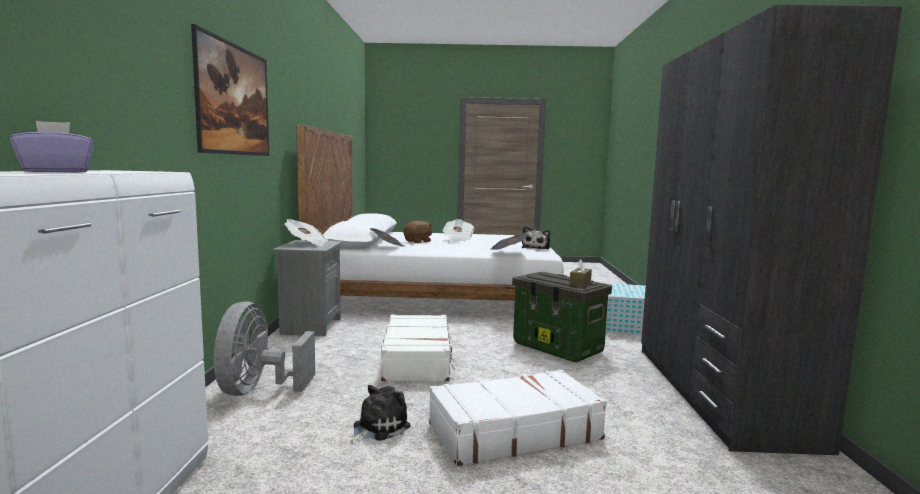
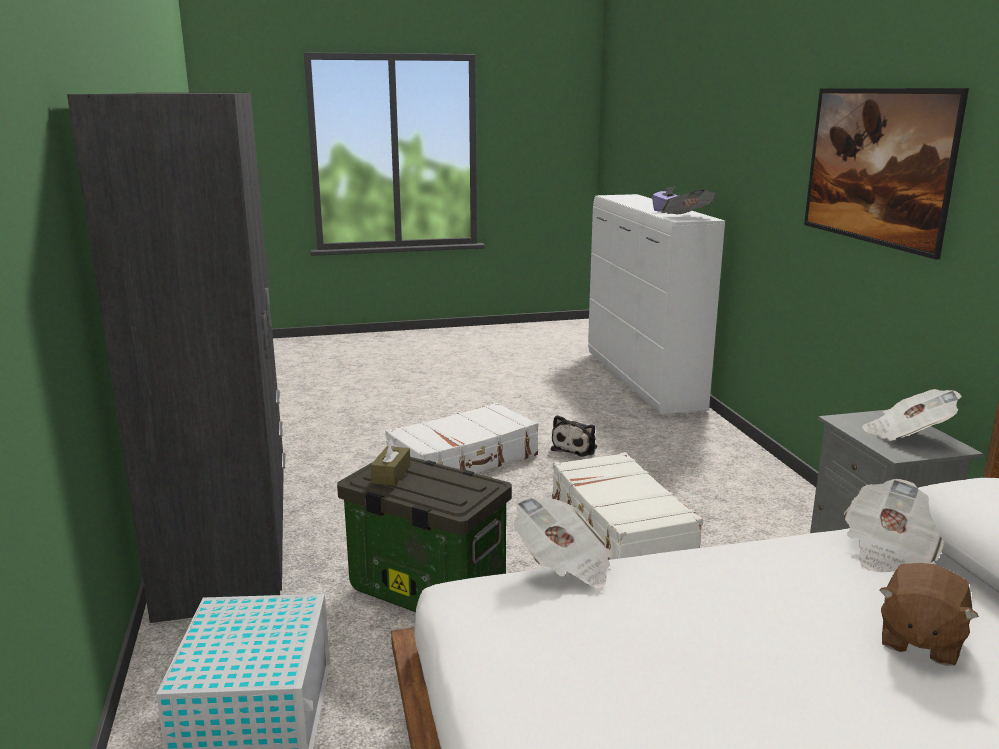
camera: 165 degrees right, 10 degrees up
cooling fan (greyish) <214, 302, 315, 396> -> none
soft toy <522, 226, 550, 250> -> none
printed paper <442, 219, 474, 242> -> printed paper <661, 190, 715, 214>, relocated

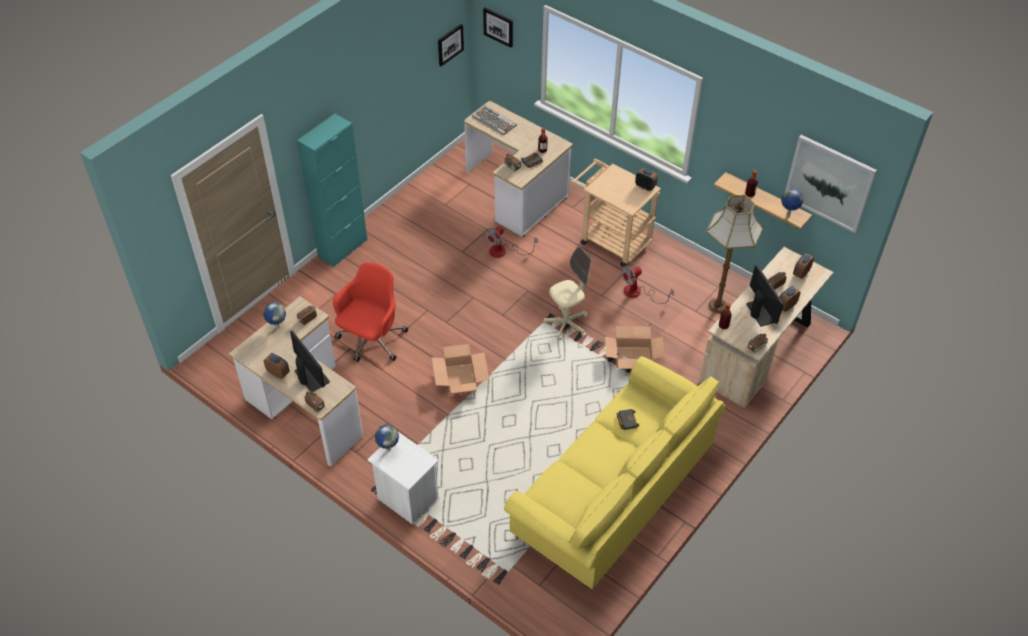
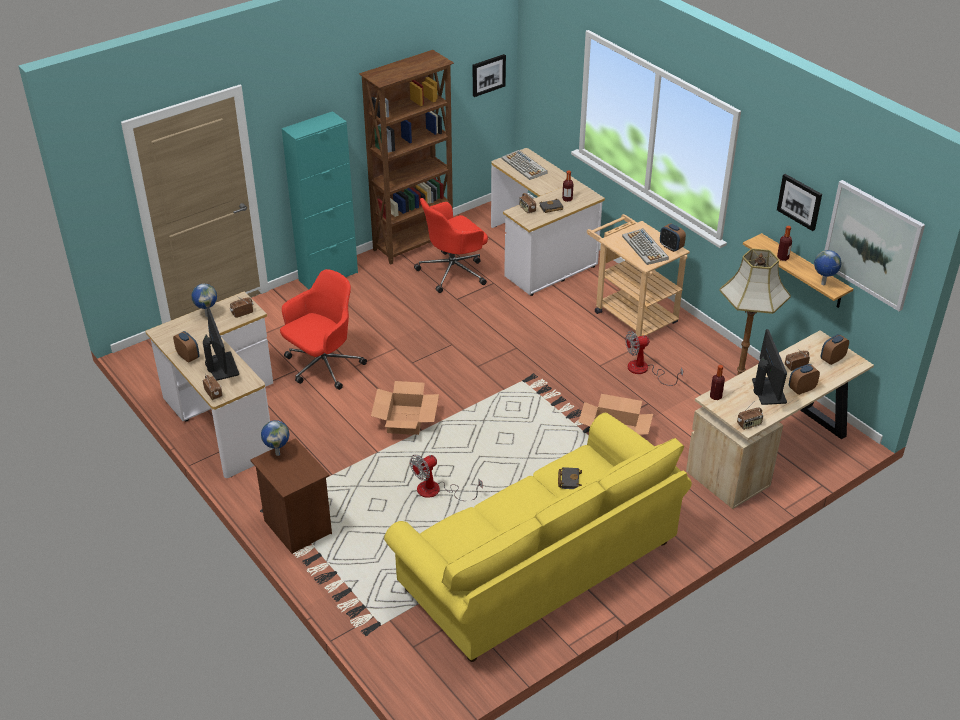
camera: 15 degrees right, 10 degrees down
desk chair (sand-coloured) <543, 246, 592, 341> -> none
none -> bookshelf (brownish) <359, 50, 454, 265>
none -> desk chair (red) <414, 198, 488, 293>
none -> keyboard <622, 228, 669, 265>
wall picture <483, 8, 513, 48> -> wall picture <777, 174, 822, 231>, relocated
cooling fan <485, 226, 538, 258> -> cooling fan <410, 455, 483, 501>, relocated
bedside table (whitish) <367, 432, 439, 525> -> bedside table (brownish) <250, 438, 332, 554>

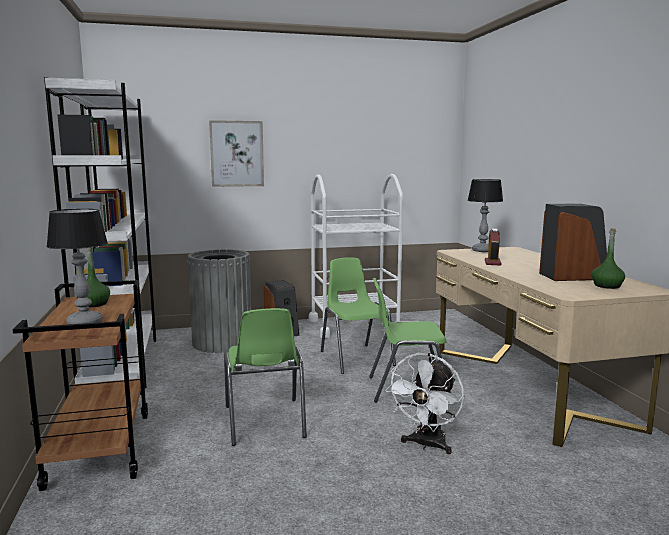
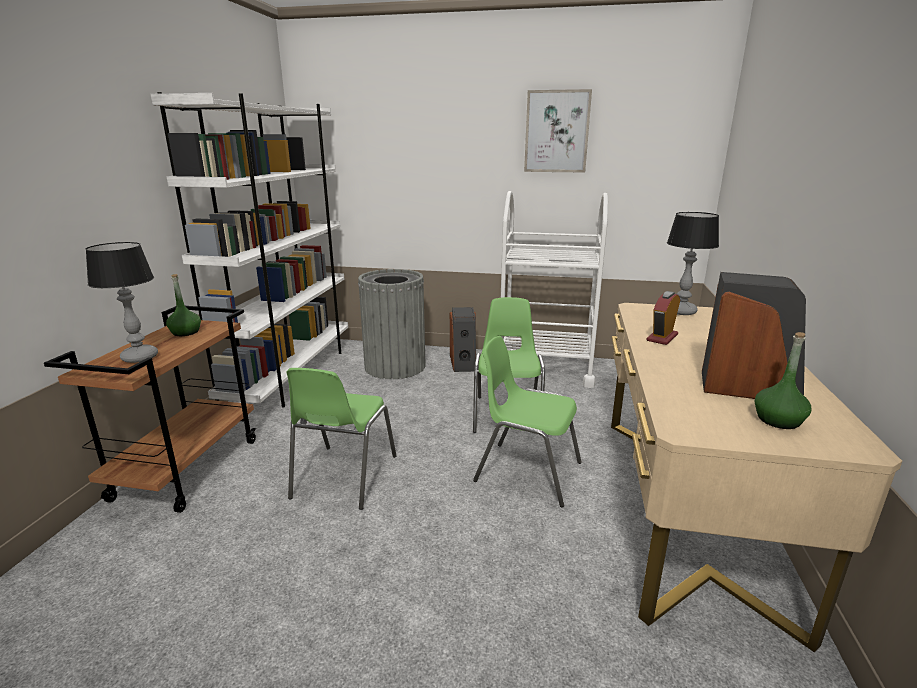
camera: 25 degrees right, 10 degrees up
cooling fan (whitish) <385, 353, 464, 454> -> none
wall picture <209, 120, 264, 187> -> wall picture <524, 89, 592, 173>, relocated

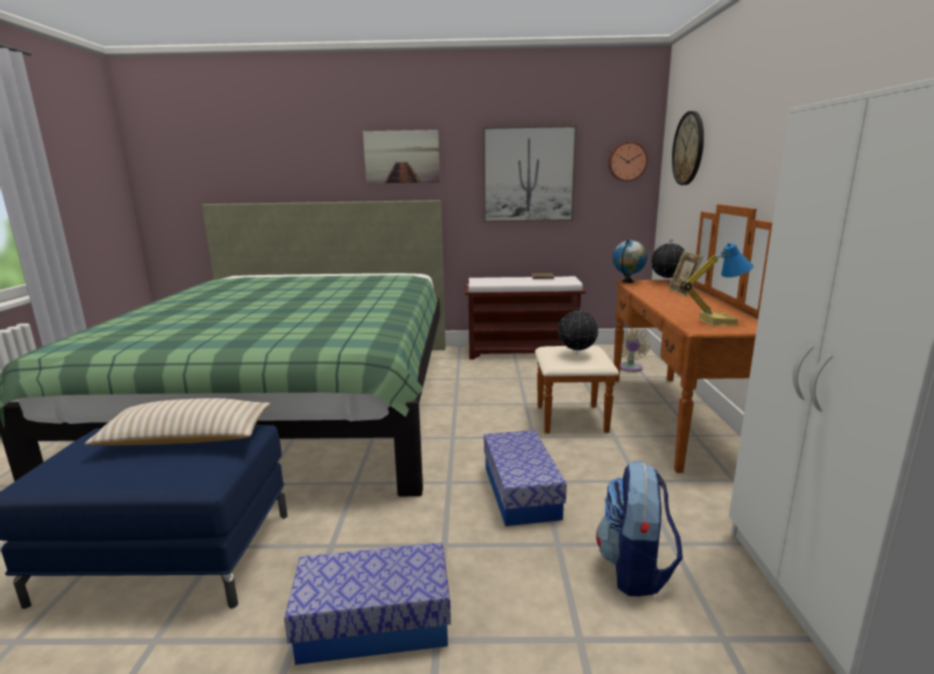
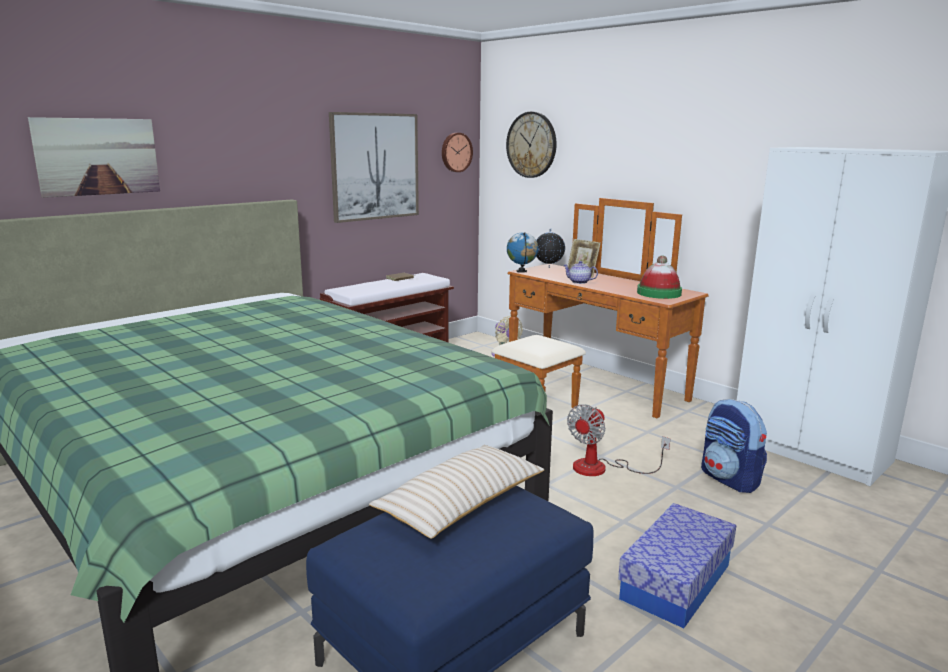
camera: 45 degrees left, 0 degrees up
world globe <558, 307, 598, 355> -> none
none -> teapot <563, 261, 598, 284>
wall picture <363, 130, 440, 184> -> wall picture <28, 117, 160, 198>, relocated
storage bin <484, 430, 567, 526> -> cooling fan <567, 404, 670, 476>
lamp for a table <680, 243, 753, 326> -> wearable hat <637, 255, 682, 299>

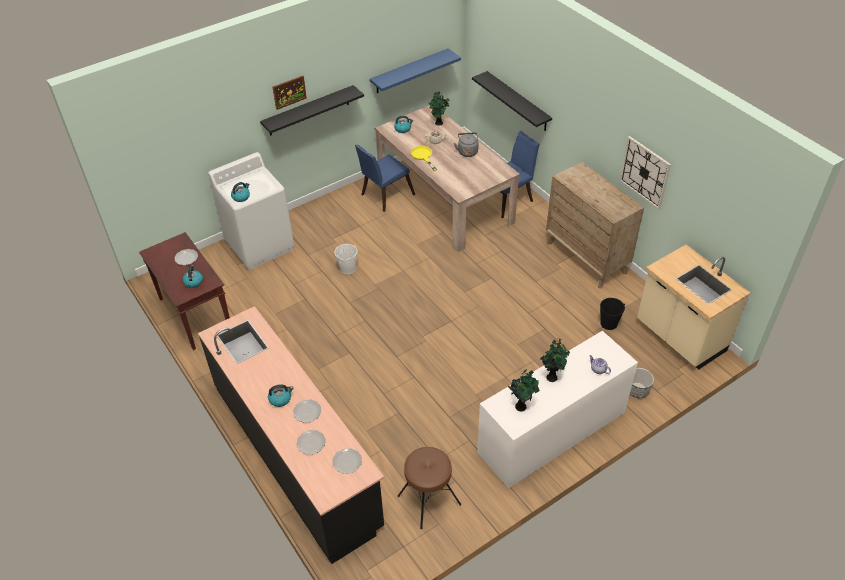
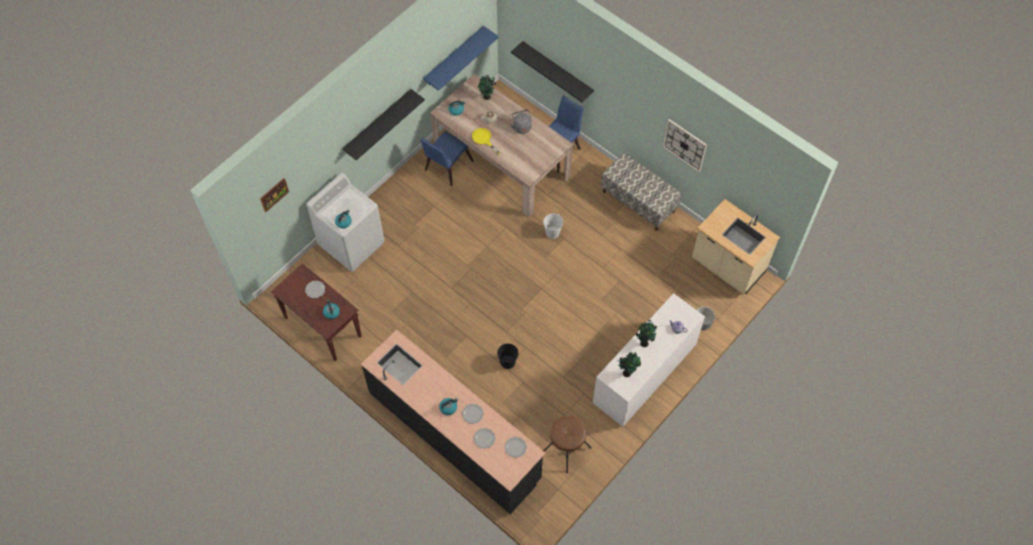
camera: 15 degrees left, 15 degrees up
wall picture <272, 76, 307, 110> -> wall picture <260, 178, 289, 212>, relocated
bucket (whitish) <335, 244, 358, 274> -> bucket (whitish) <543, 214, 563, 239>, relocated
bucket (black) <600, 298, 625, 330> -> bucket (black) <497, 343, 518, 369>, relocated
drawer chest (brownish) <546, 162, 644, 289> -> bench <601, 153, 681, 231>

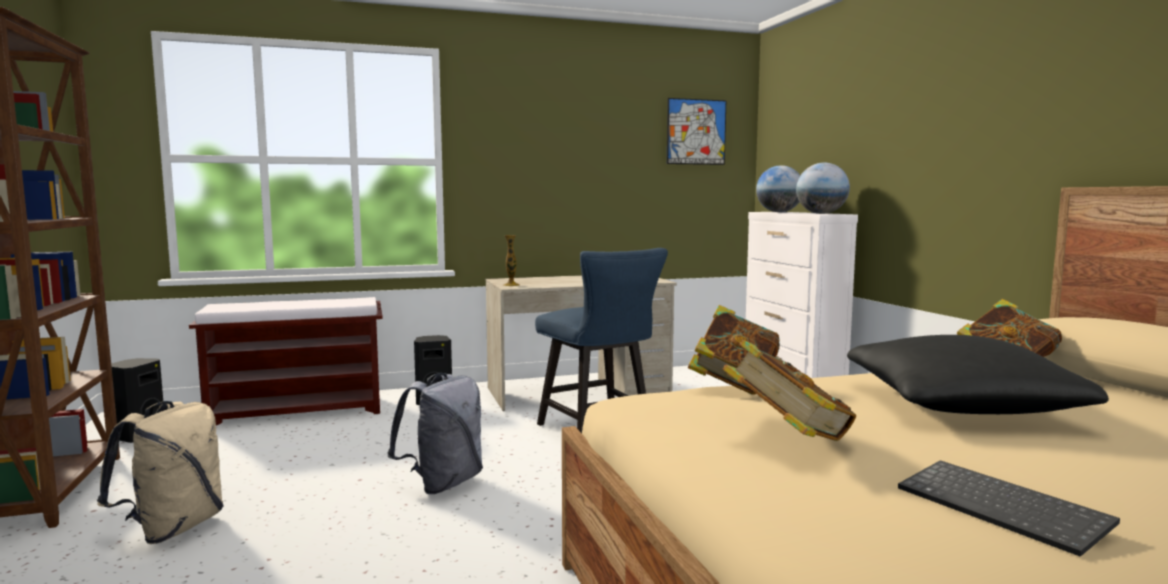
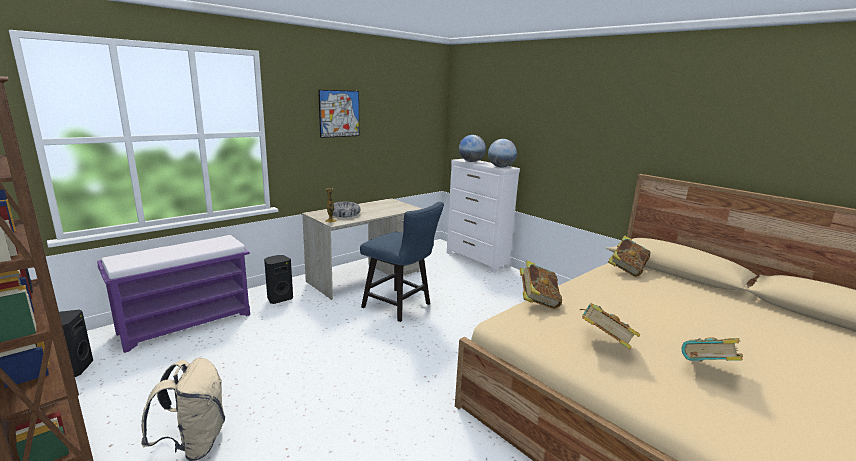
camera: 25 degrees left, 10 degrees up
backpack (greyish) <387, 373, 483, 494> -> none
cushion (black) <847, 335, 1109, 414> -> none
none -> bowl <333, 202, 360, 217>
wall picture <667, 98, 726, 165> -> wall picture <318, 90, 359, 138>, relocated
keyboard <898, 460, 1120, 557> -> bound book <681, 337, 743, 362>
bench (brownish) <189, 297, 383, 426> -> bench (purple-coloured) <97, 235, 250, 353>

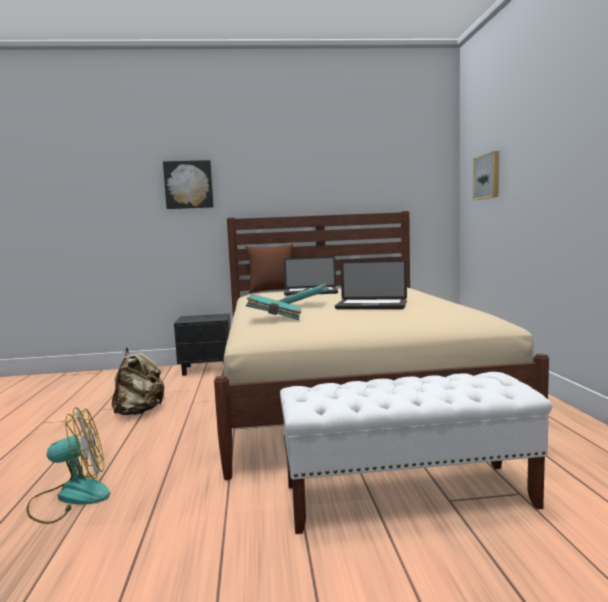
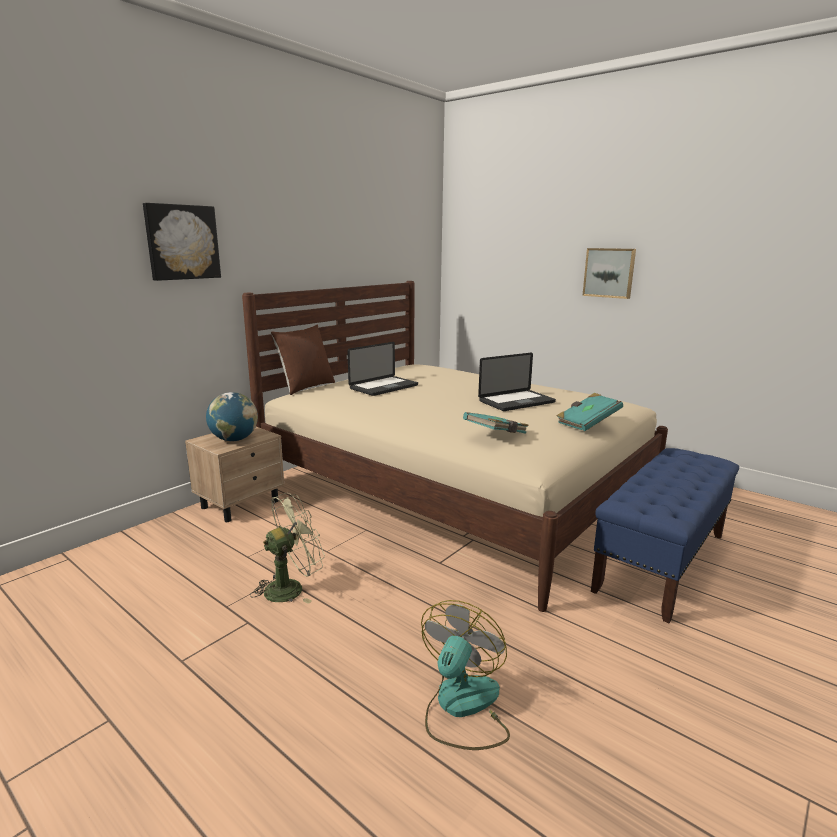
camera: 45 degrees left, 10 degrees up
none -> world globe <206, 392, 258, 441>
bound book (blue-green) <279, 283, 329, 304> -> bound book (blue-green) <557, 393, 623, 431>, relocated
wall picture <473, 151, 499, 200> -> wall picture <582, 248, 636, 299>, relocated
backpack (sand-coloured) <112, 347, 165, 415> -> cooling fan (greenish) <250, 493, 325, 604>
bedside table (black) <174, 314, 231, 376> -> bedside table (sand-coloured) <185, 427, 285, 522>
bench (whitish) <280, 372, 552, 534> -> bench (blue-coloured) <591, 448, 739, 623>

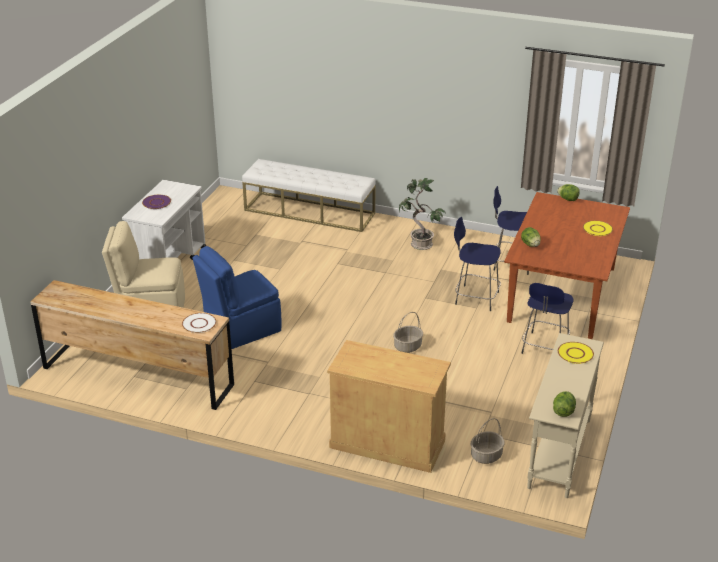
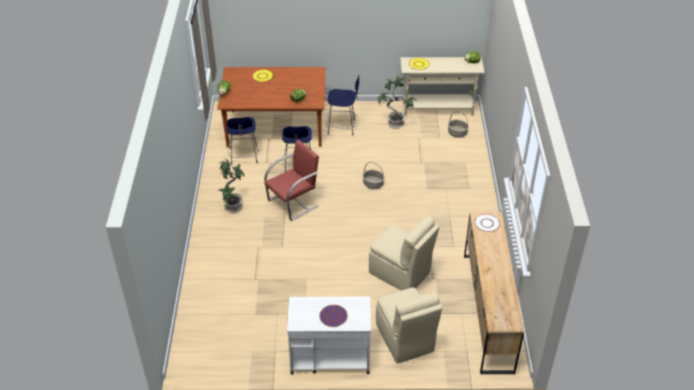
camera: 110 degrees left, 10 degrees up
bench (whitish) <242, 159, 376, 232> -> none
storage cabinet (sand-coloured) <327, 340, 451, 473> -> none
none -> chair (red) <264, 140, 319, 221>
none -> potted plant <377, 76, 417, 129>
chair (blue-coloured) <192, 246, 281, 349> -> chair (sand-coloured) <369, 216, 440, 290>

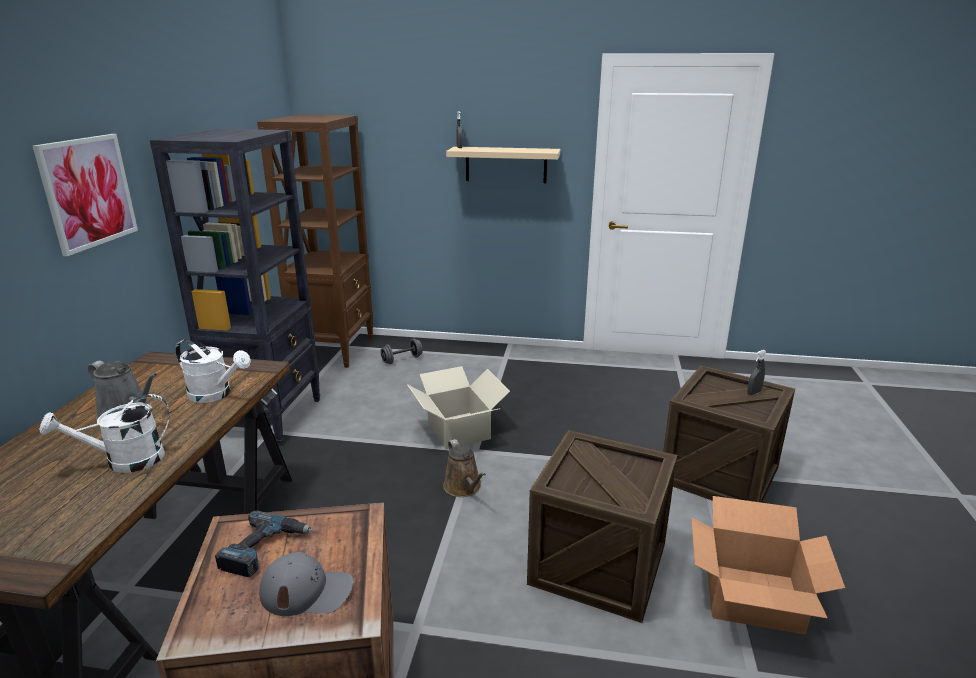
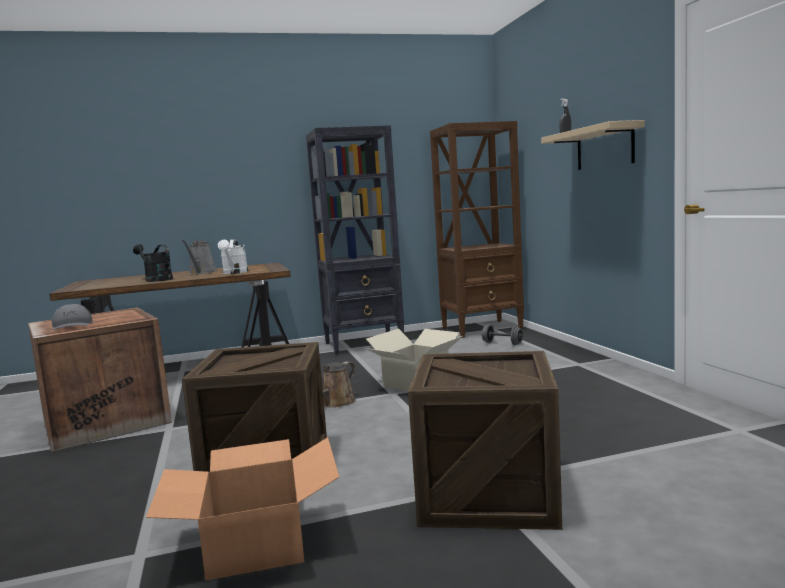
camera: 65 degrees right, 15 degrees down
wall picture <33, 134, 138, 256> -> none
power drill <215, 510, 312, 577> -> none
sprayer (greyish) <747, 350, 767, 395> -> none
sprinkling can (whitish) <39, 394, 170, 473> -> sprinkling can (black) <133, 244, 173, 282>

